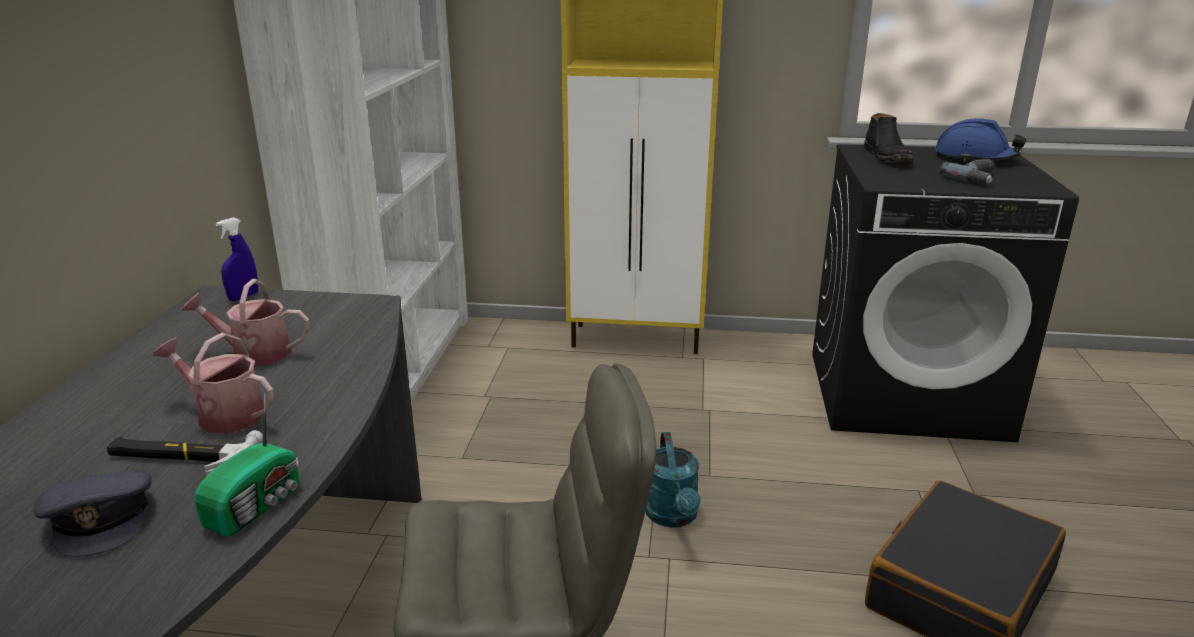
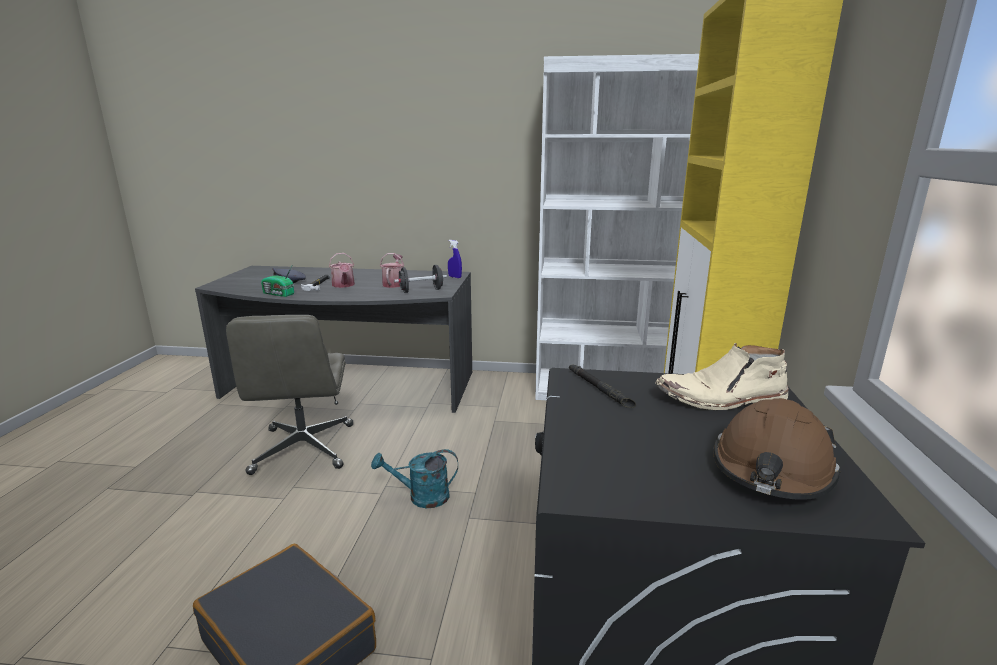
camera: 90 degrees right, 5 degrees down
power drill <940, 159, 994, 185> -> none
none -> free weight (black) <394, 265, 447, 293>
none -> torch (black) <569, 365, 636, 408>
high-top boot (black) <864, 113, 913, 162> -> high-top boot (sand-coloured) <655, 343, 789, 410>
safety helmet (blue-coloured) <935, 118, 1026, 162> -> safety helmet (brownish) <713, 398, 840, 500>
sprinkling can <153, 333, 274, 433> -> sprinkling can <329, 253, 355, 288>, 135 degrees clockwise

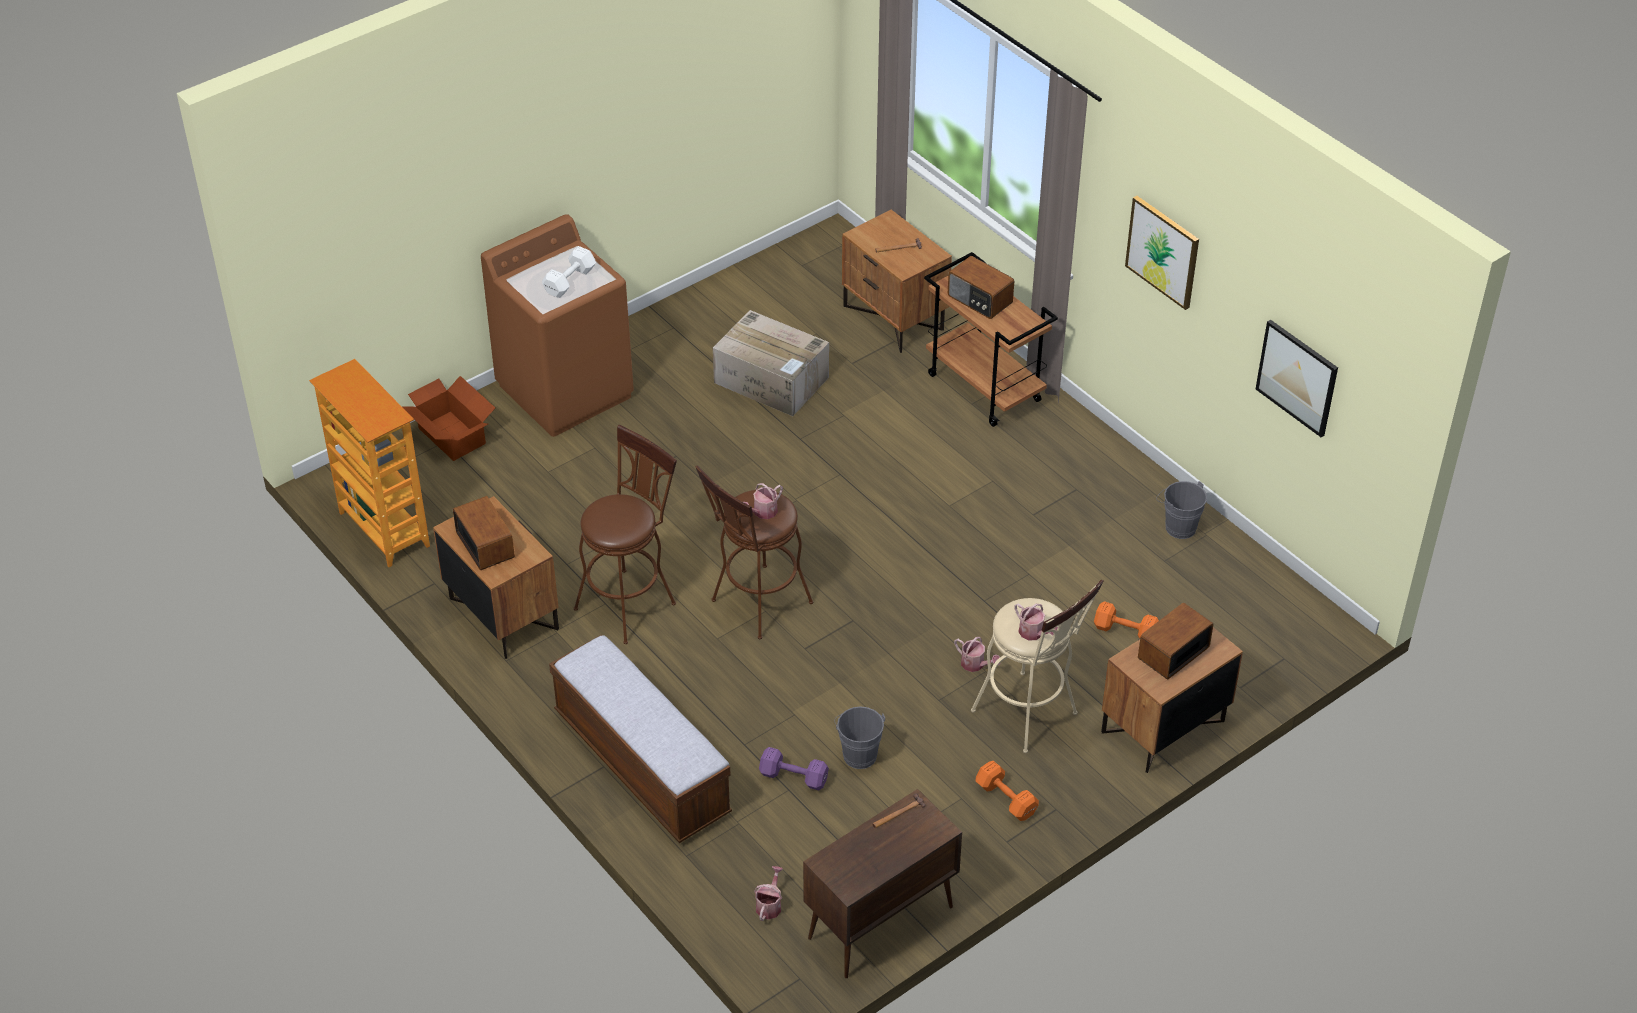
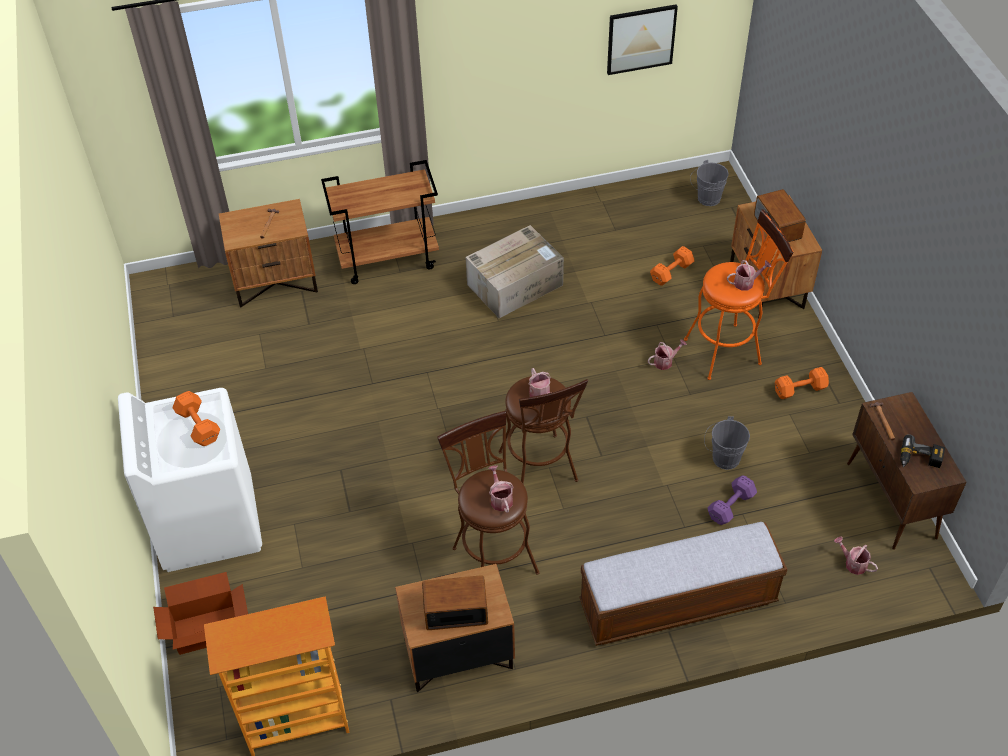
camera: 65 degrees left, 5 degrees up
radio set <948, 256, 1014, 319> -> none
wall picture <1125, 196, 1199, 310> -> none
none -> sprinkling can <488, 465, 514, 513>
none -> power drill <900, 434, 945, 468>
packing box <713, 310, 829, 416> -> packing box <465, 225, 564, 318>, relocated
bucket (greyish) <1156, 481, 1207, 539> -> bucket (greyish) <690, 160, 729, 206>, relocated
washing machine (brownish) <481, 214, 634, 437> -> washing machine (whitish) <118, 388, 262, 572>
free weight (whitish) <542, 246, 596, 298> -> free weight (orange) <172, 391, 220, 446>
stool seat (sand-coloured) <971, 580, 1104, 753> -> stool seat (orange) <684, 209, 794, 380>

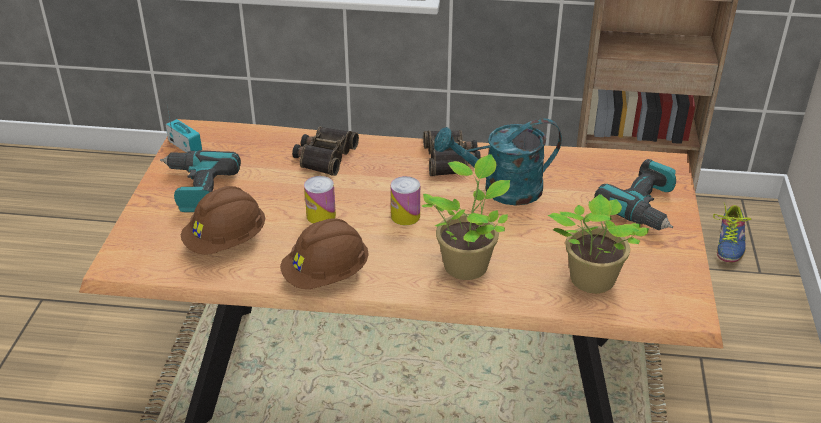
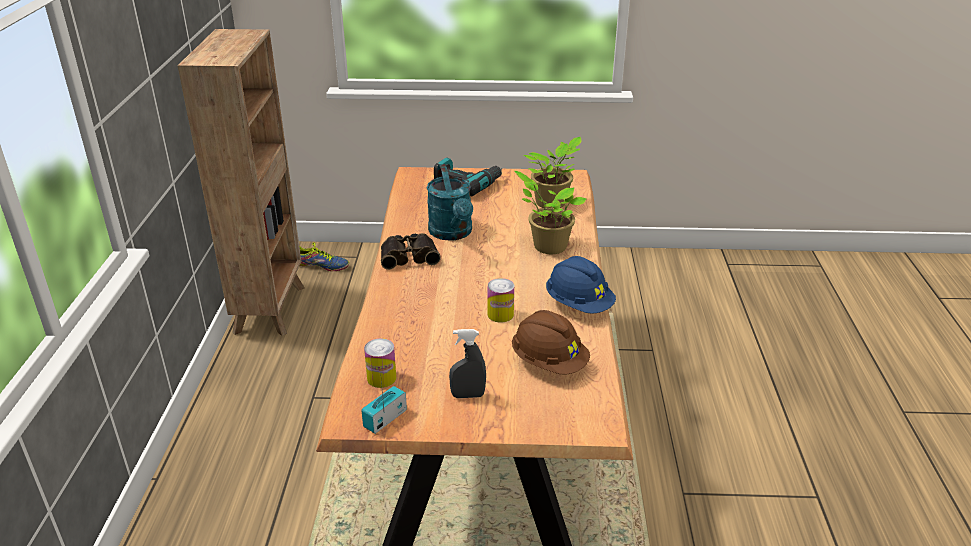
camera: 95 degrees left, 5 degrees down
field glasses <292, 127, 359, 176> -> none
metal can <391, 176, 420, 225> -> metal can <364, 338, 396, 388>, relocated
power drill <160, 150, 241, 212> -> sprayer (greyish) <449, 329, 486, 398>
safety helmet (brownish) <280, 218, 369, 289> -> safety helmet (blue-coloured) <546, 256, 616, 314>

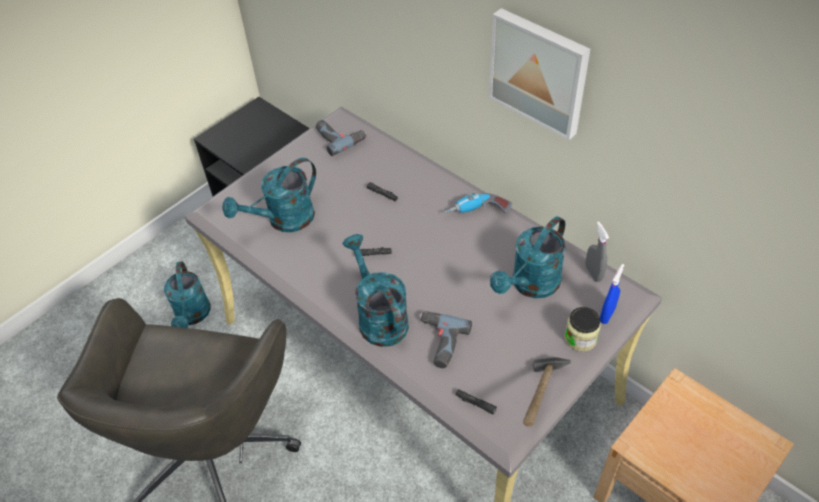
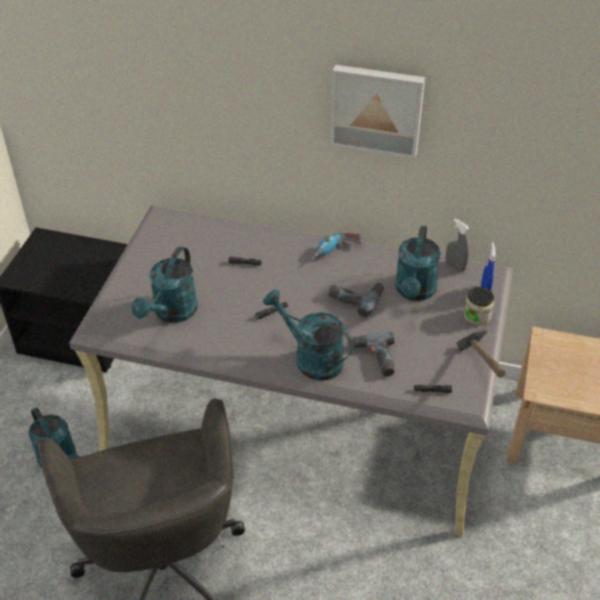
camera: 30 degrees left, 5 degrees down
power drill <316, 120, 367, 156> -> power drill <328, 283, 384, 317>, relocated

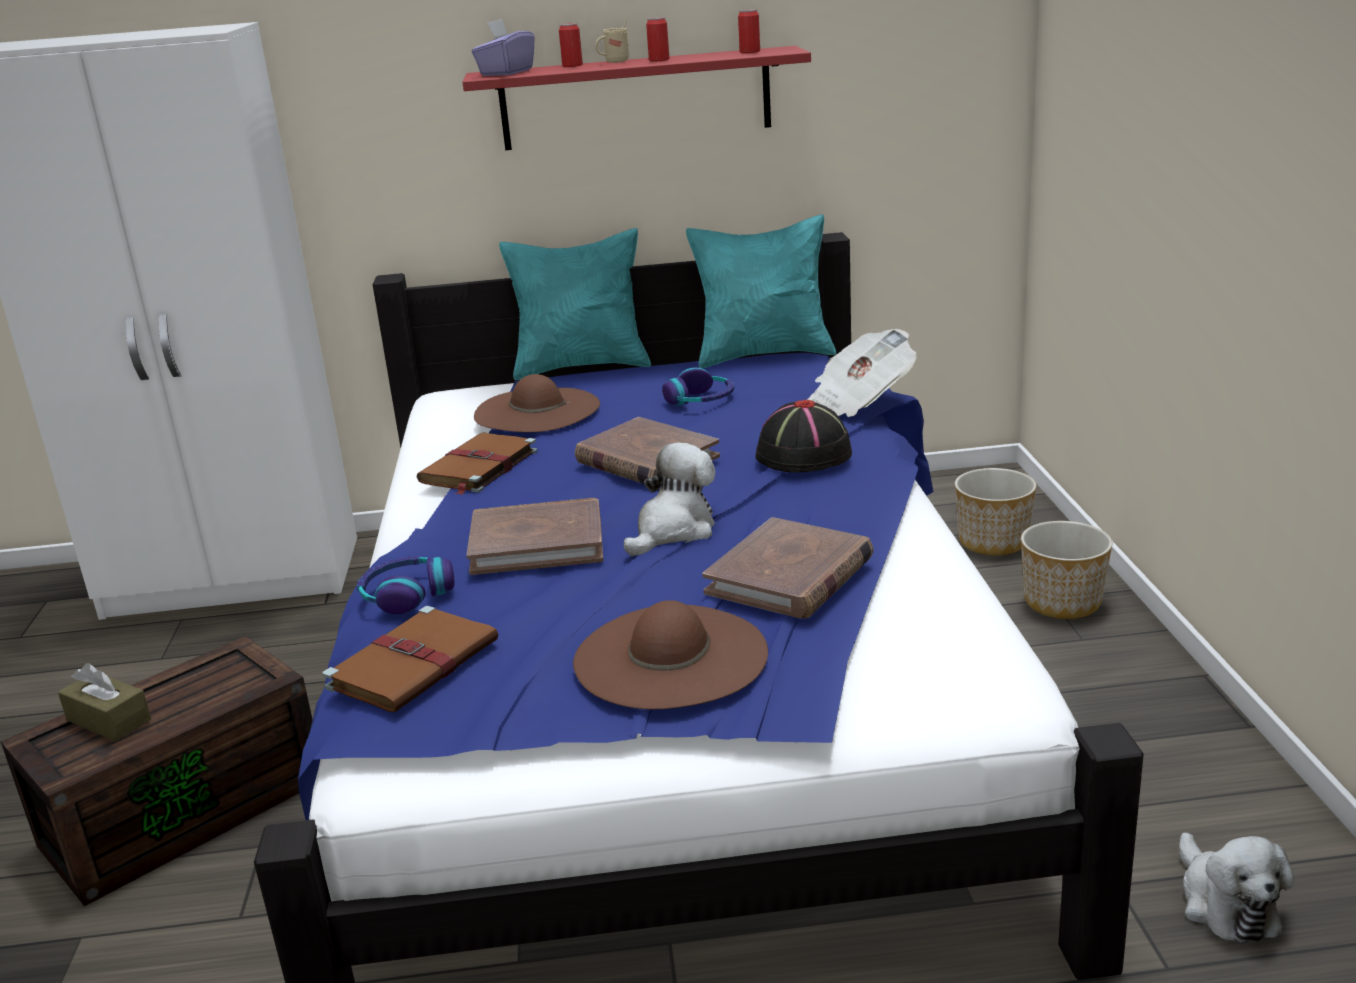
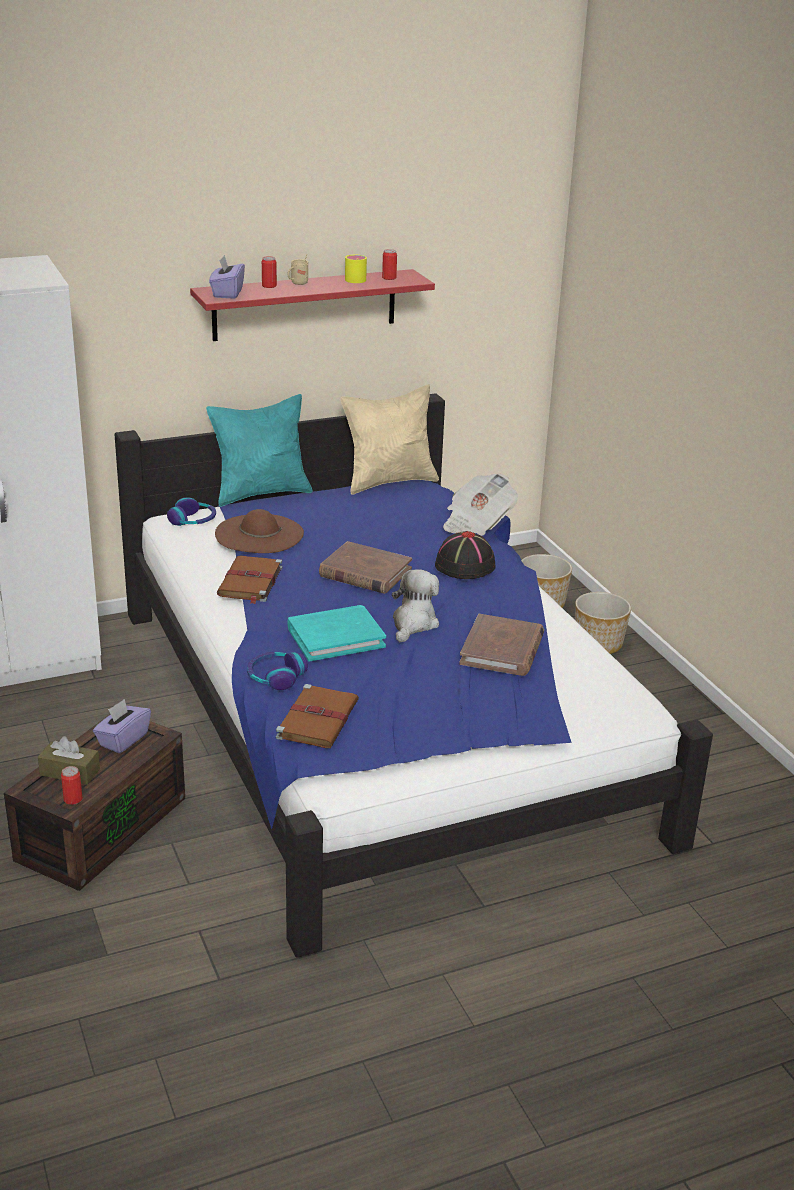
camera: 20 degrees left, 5 degrees up
wearable hat (brownish) <573, 600, 768, 709> -> none
soft toy <1179, 832, 1294, 944> -> none
none -> tissue holder (purple-coloured) <93, 699, 151, 753>
none -> tea mug (yellow-coloured) <345, 255, 367, 283>
metal can <646, 17, 669, 62> -> metal can <61, 766, 83, 805>, relocated
pair of headphones <662, 367, 734, 406> -> pair of headphones <167, 497, 216, 526>, relocated
bound book (brownish) <466, 498, 603, 575> -> bound book (blue-green) <287, 605, 386, 662>
cushion (blue-green) <686, 214, 836, 368> -> cushion (sand-coloured) <340, 384, 439, 495>

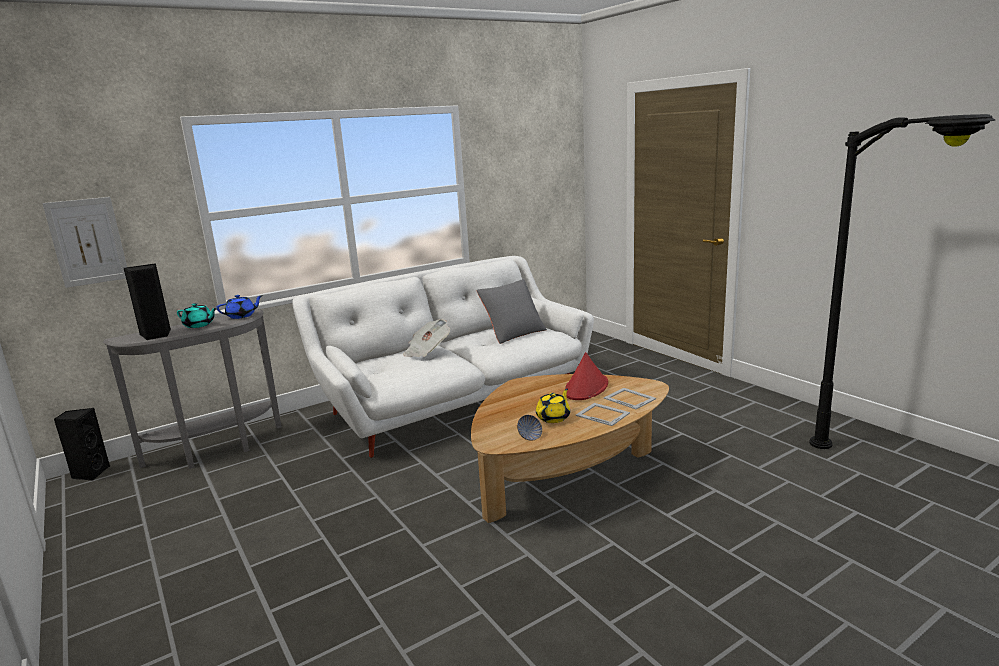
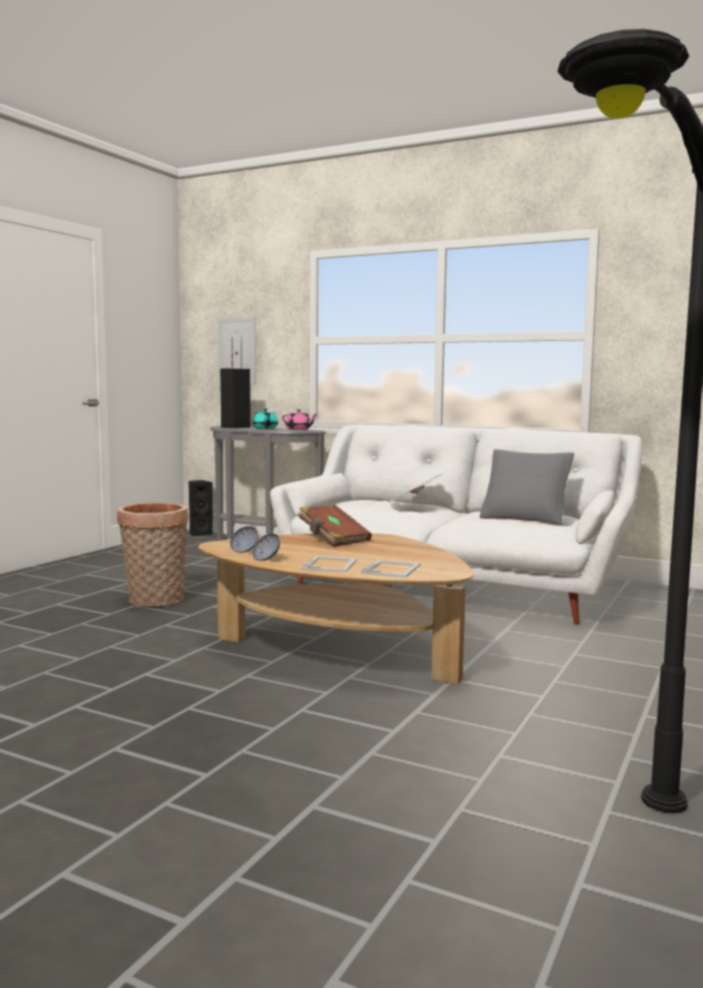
camera: 60 degrees right, 10 degrees down
teapot (yellow-coloured) <536, 389, 570, 423> -> none
wearable hat (red) <565, 352, 608, 400> -> none
none -> household basket <117, 502, 188, 606>
none -> bowl <252, 533, 280, 561>
none -> bound book (brownish) <299, 505, 372, 547>
teapot (blue-coloured) <216, 295, 263, 319> -> teapot (pink) <282, 409, 317, 430>

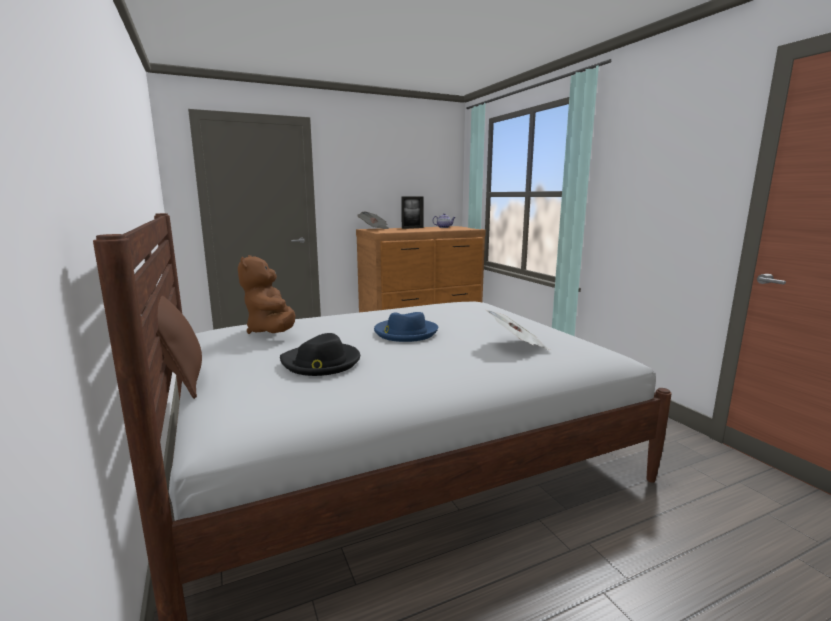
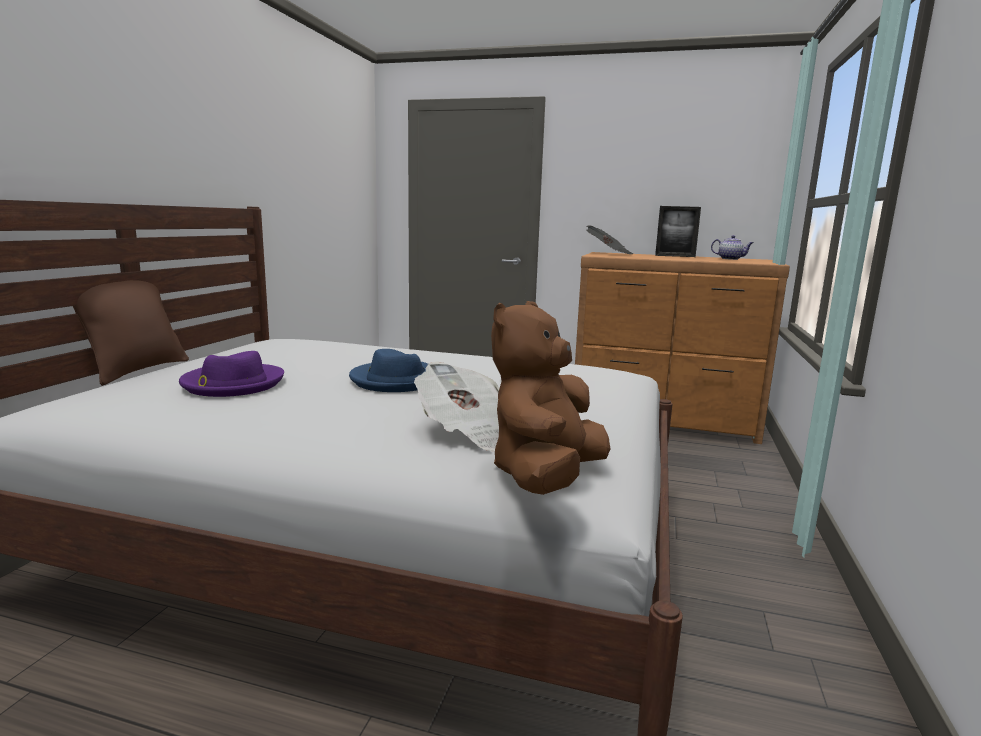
camera: 40 degrees right, 0 degrees up
soft toy (brownish) <238, 255, 296, 334> -> soft toy (brownish) <491, 301, 610, 495>, relocated
wearable hat (black) <280, 333, 360, 376> -> wearable hat (purple-coloured) <179, 351, 284, 397>

